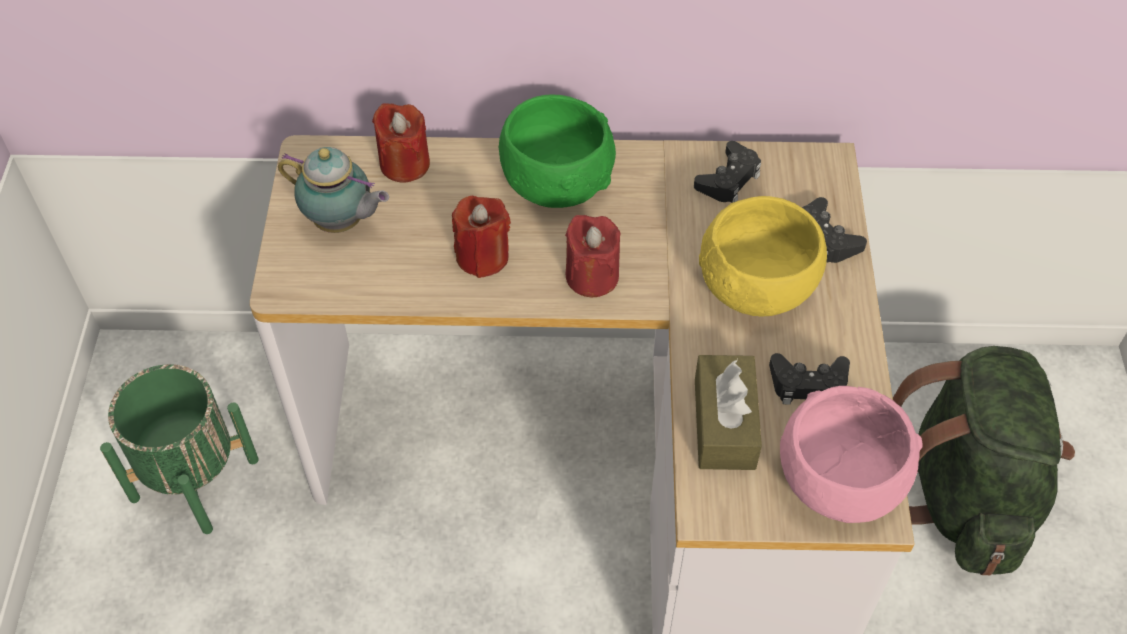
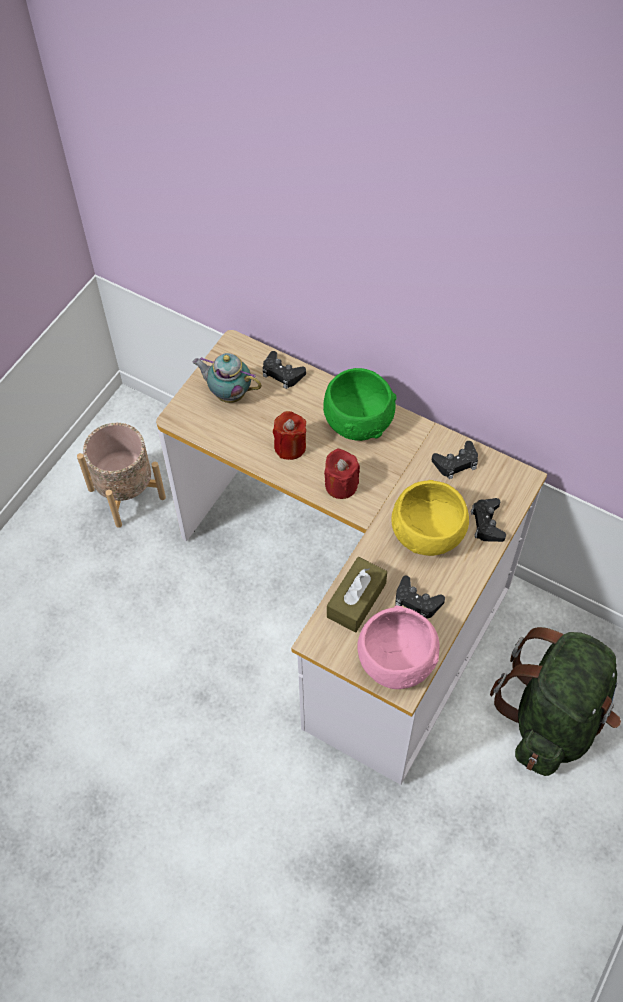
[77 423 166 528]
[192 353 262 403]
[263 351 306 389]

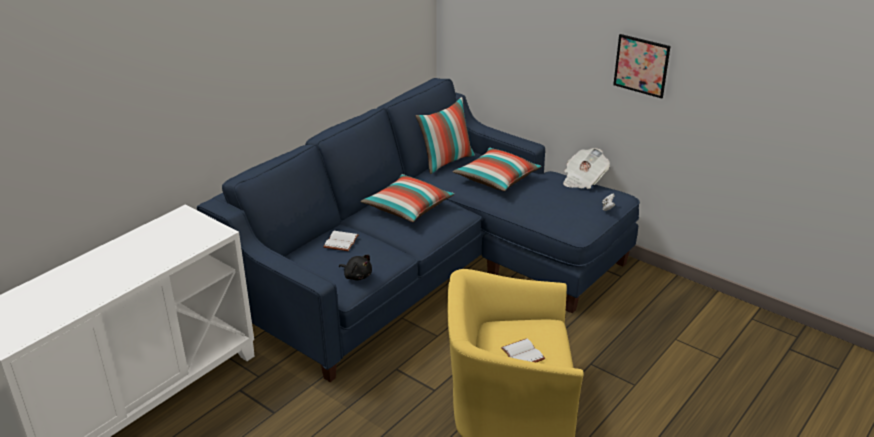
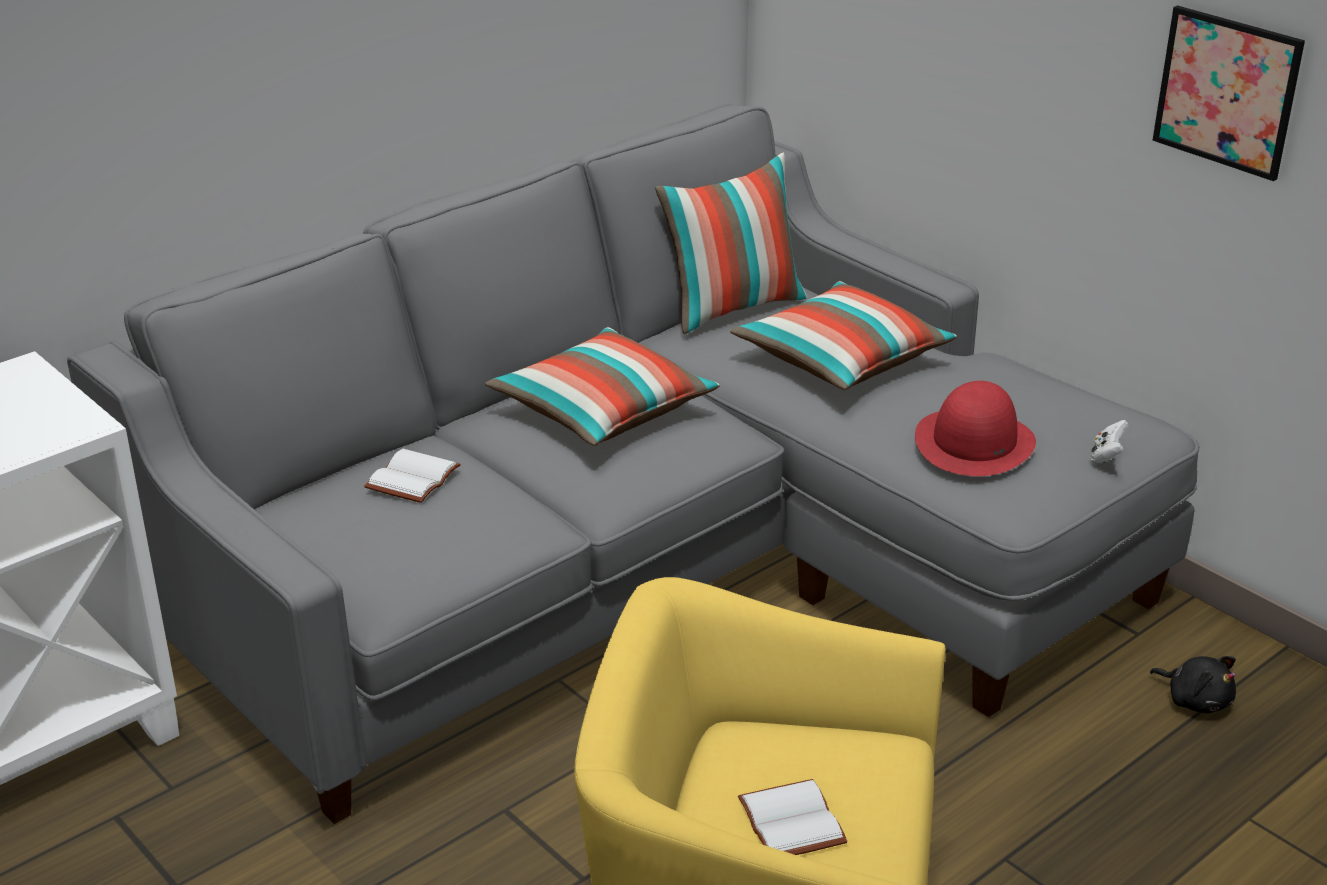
[67 103 1199 824]
[915 381 1036 476]
[1150 656 1236 713]
[563 148 610 189] (first image)

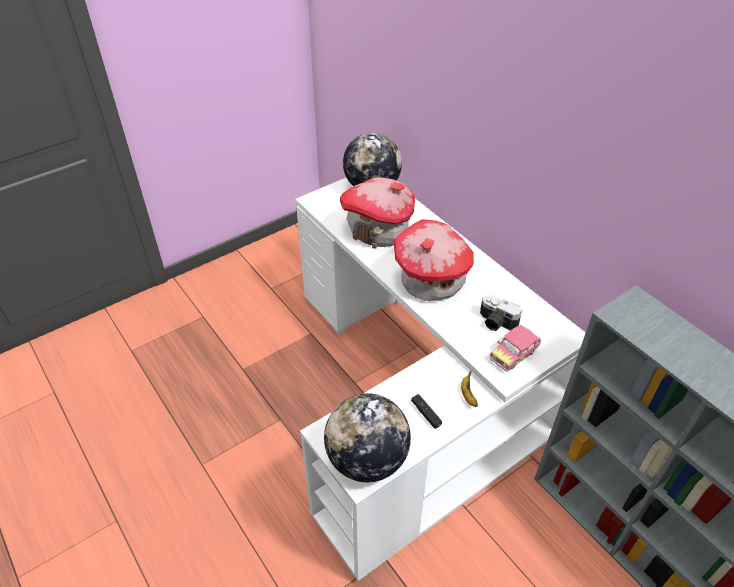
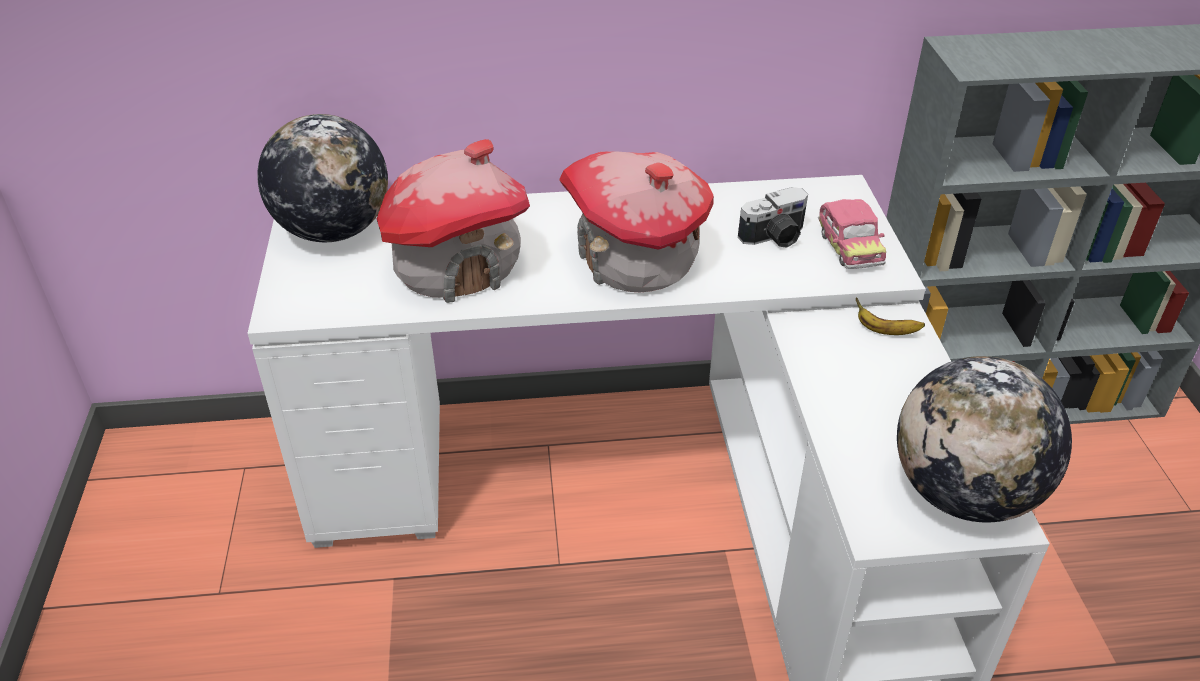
[411 394 442 429] (first image)

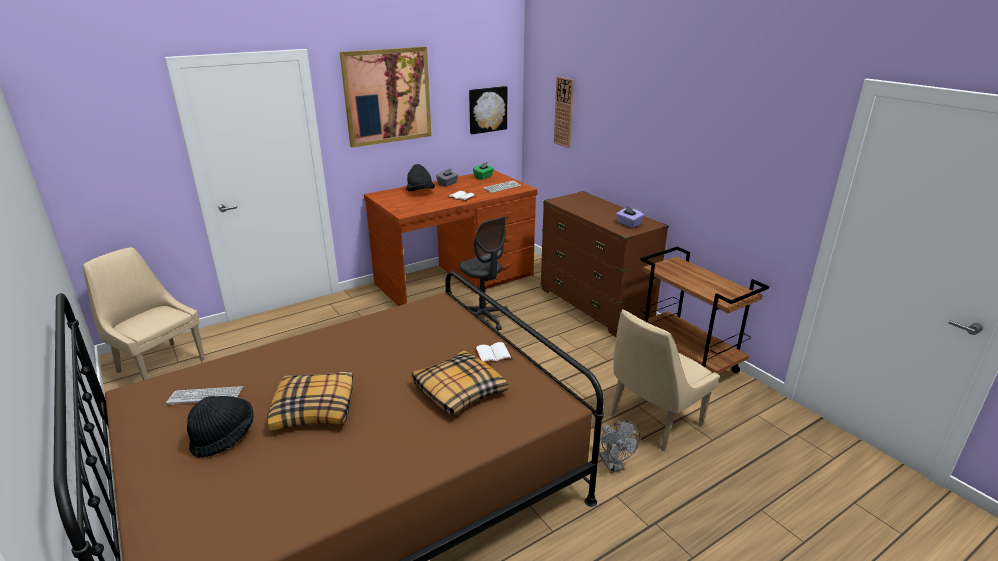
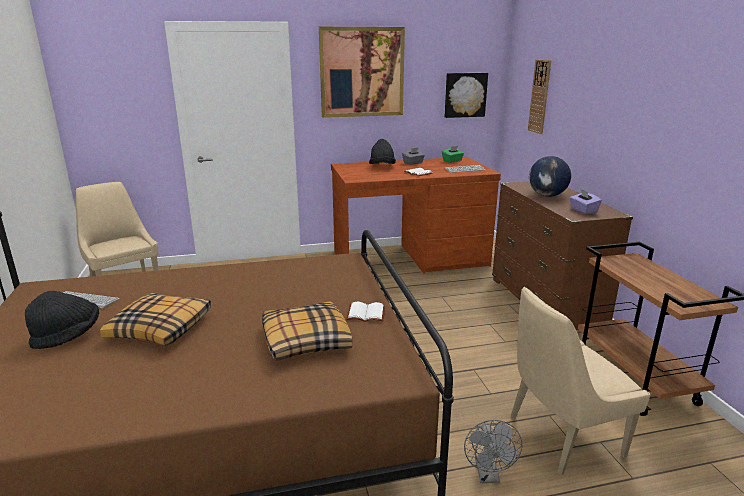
[529 156 571 197]
[460 216 510 331] (first image)

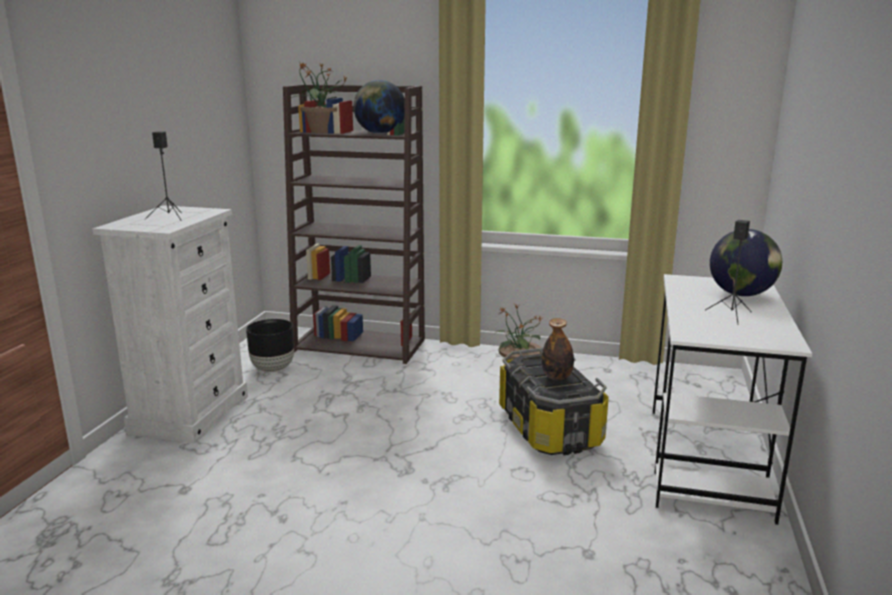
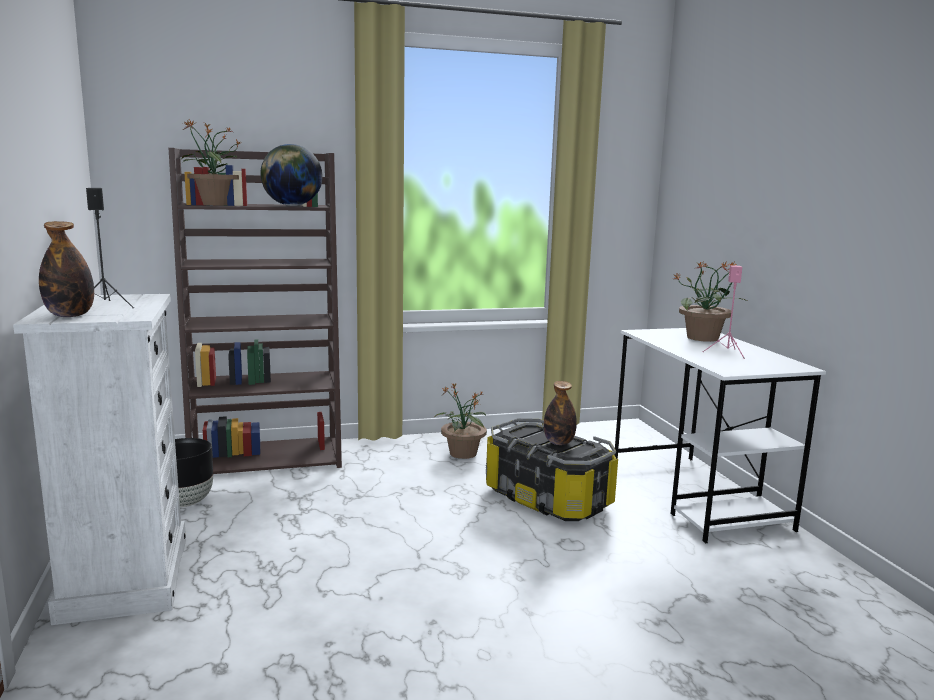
[39 221 94 317]
[674 260 749 342]
[703 265 745 359]

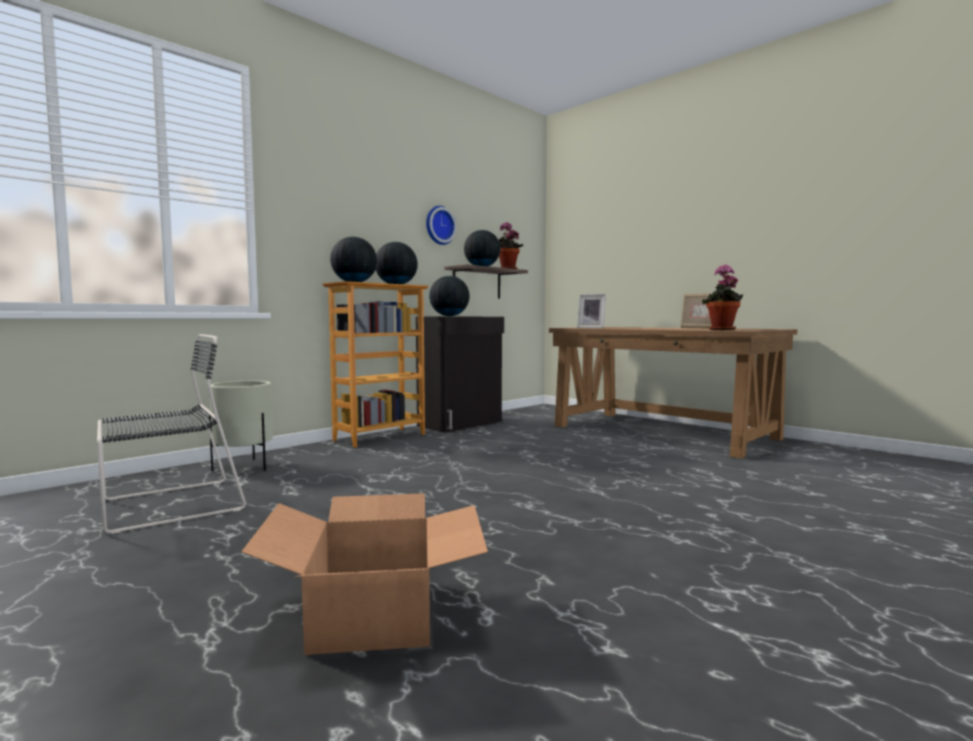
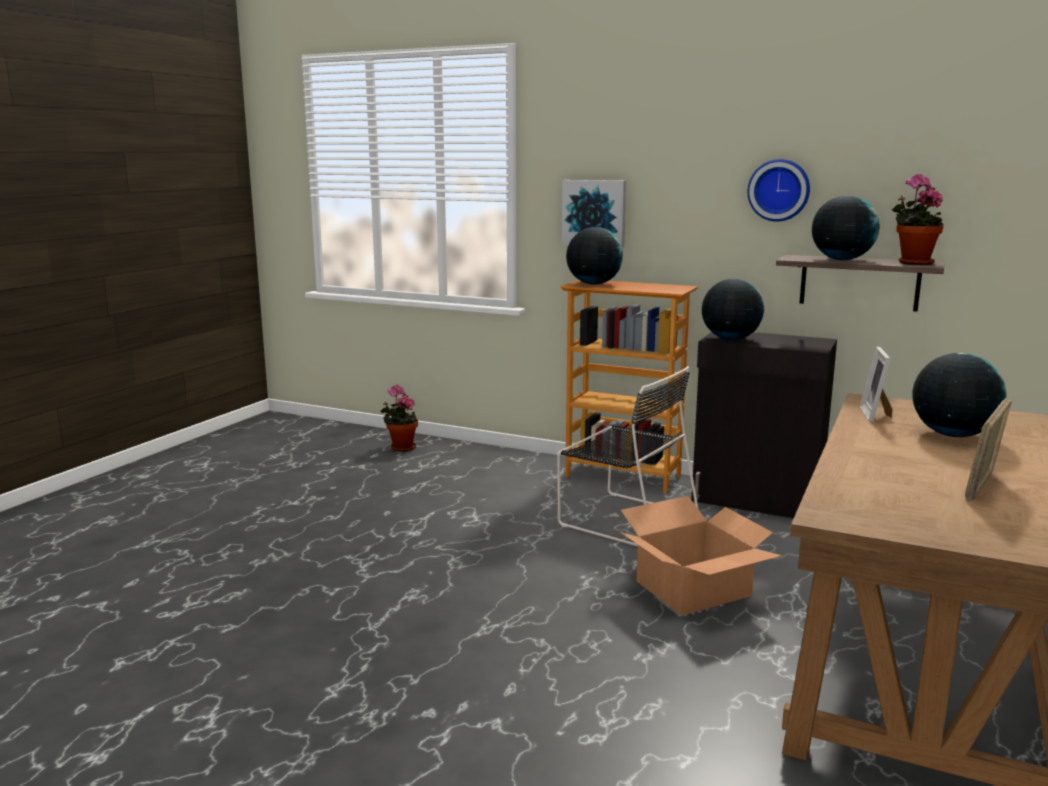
[380 385 418 452]
[557 366 699 547]
[562 180 626 248]
[620 496 782 616]
[912 353 1006 437]
[209 381 273 472] (first image)

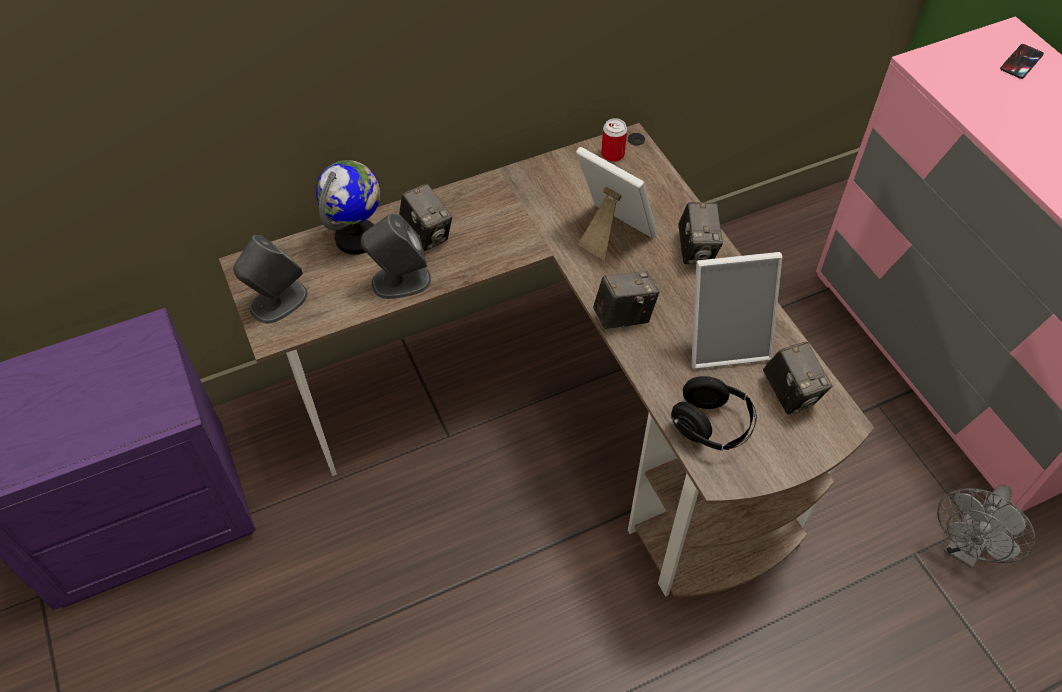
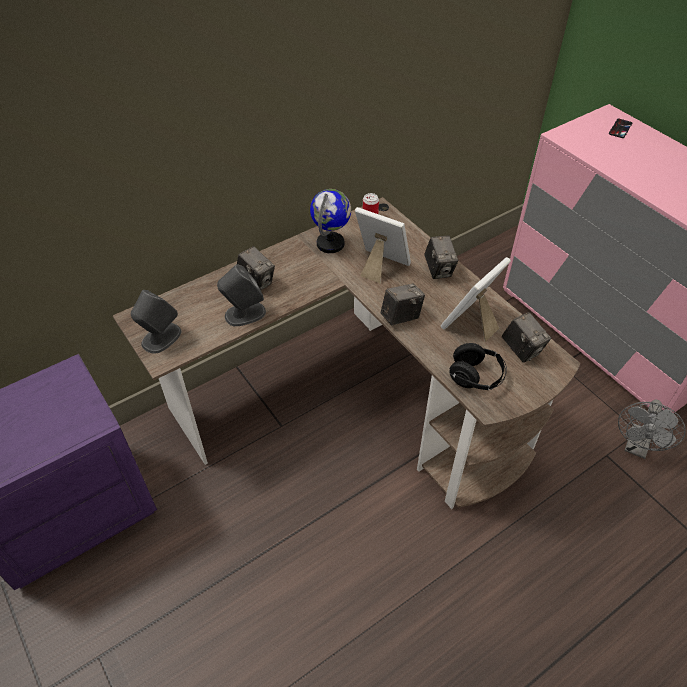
[310 189 351 253]
[441 257 511 342]

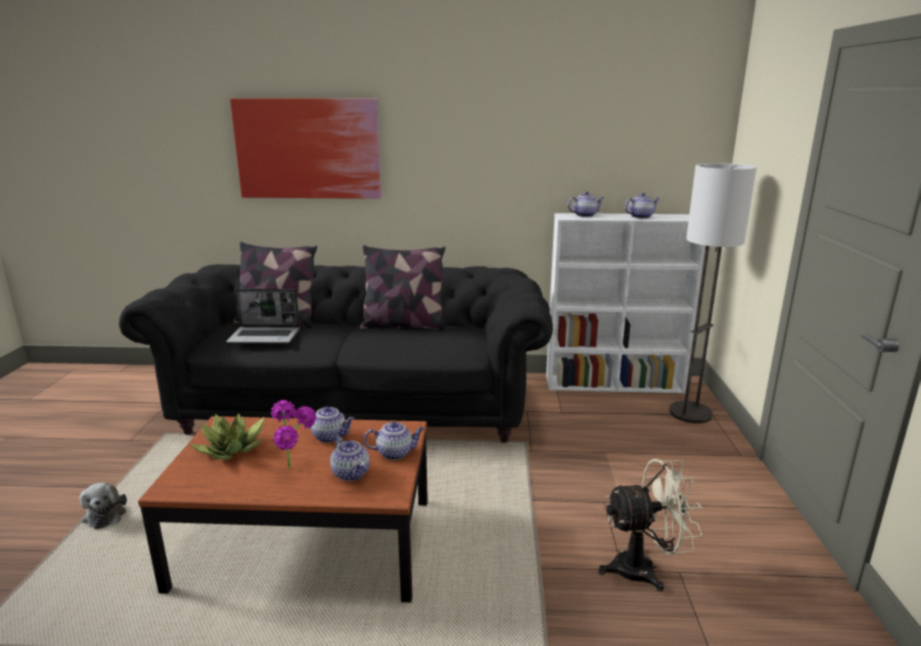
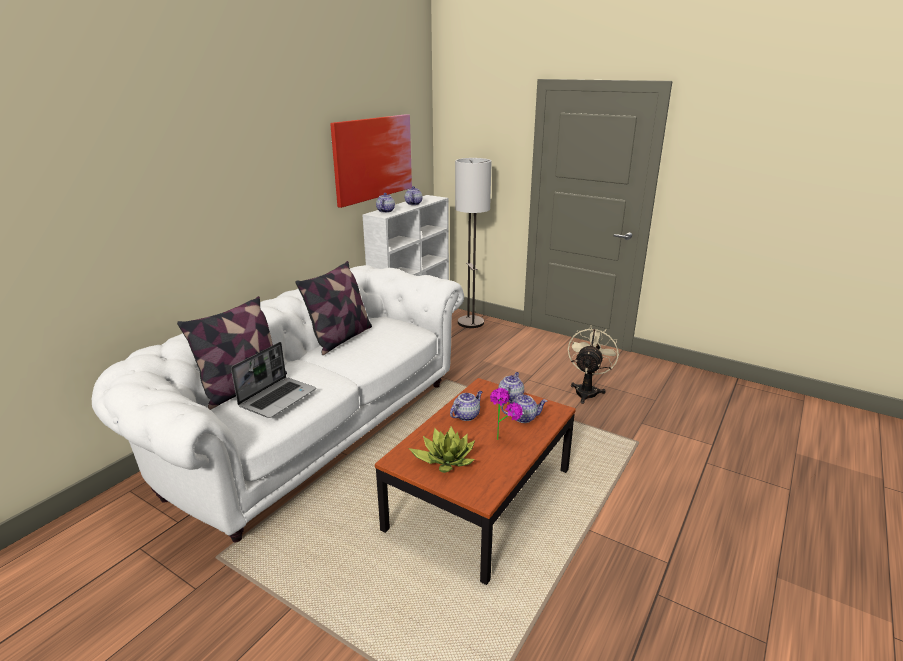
[92 265 464 542]
[330 114 412 208]
[79 483 127 529] (first image)

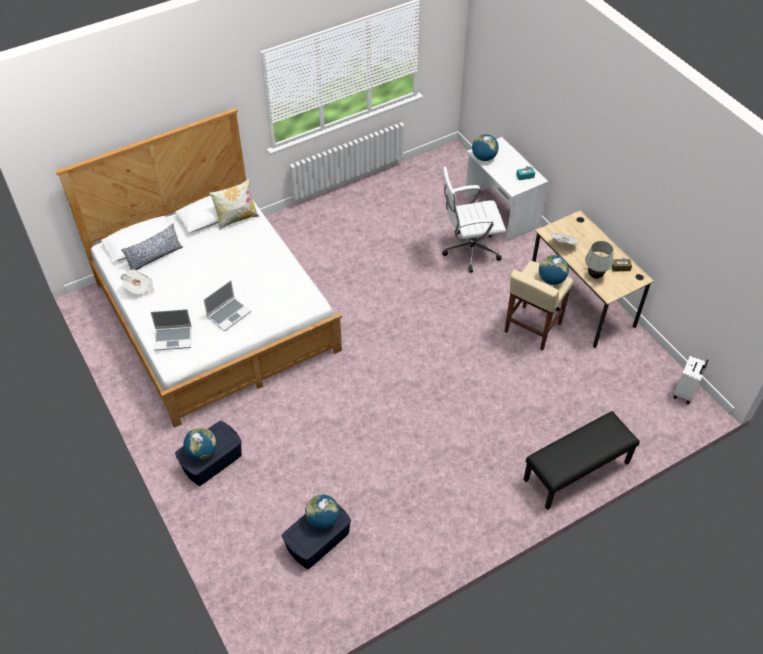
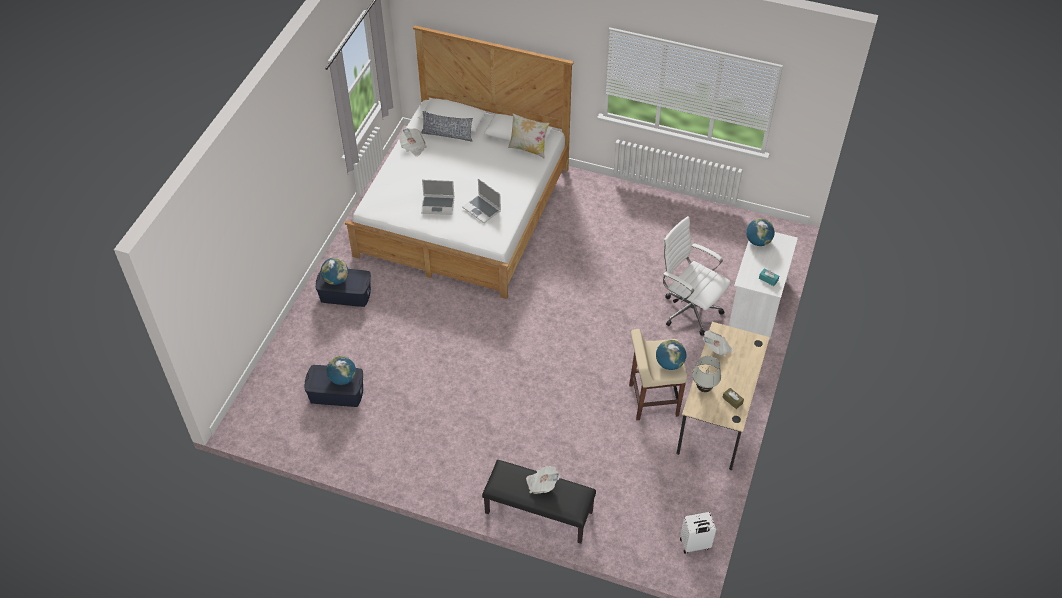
[462 178 501 223]
[526 466 560 494]

